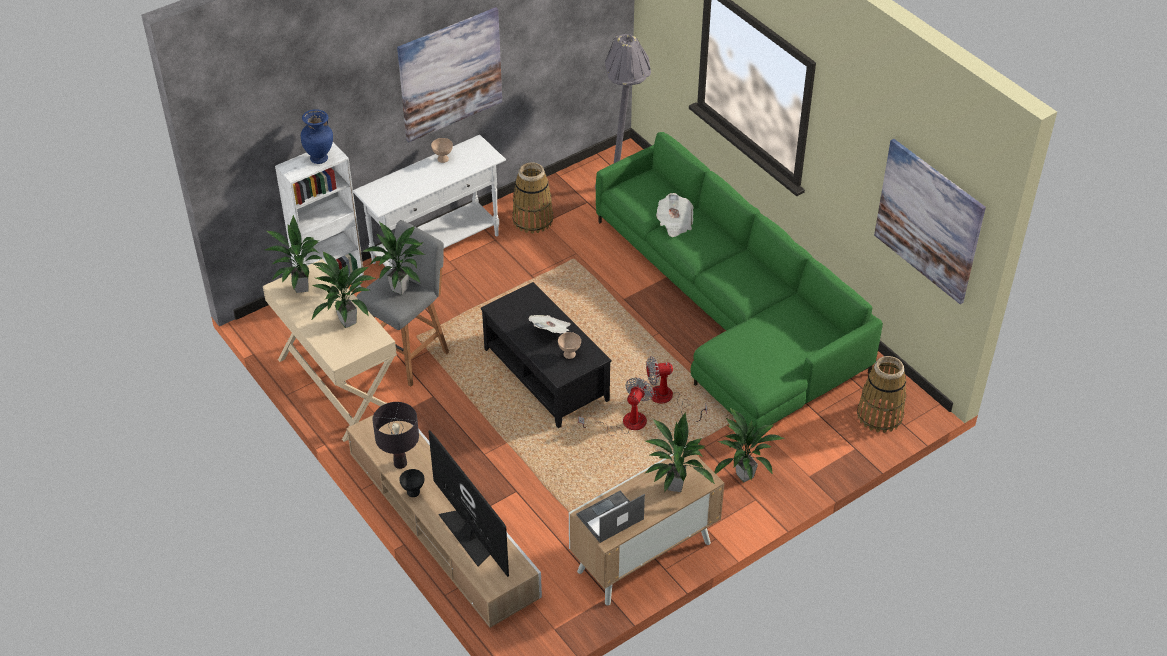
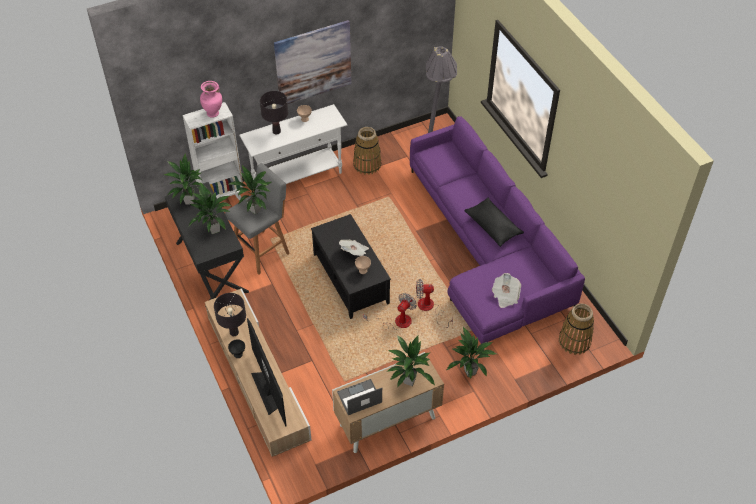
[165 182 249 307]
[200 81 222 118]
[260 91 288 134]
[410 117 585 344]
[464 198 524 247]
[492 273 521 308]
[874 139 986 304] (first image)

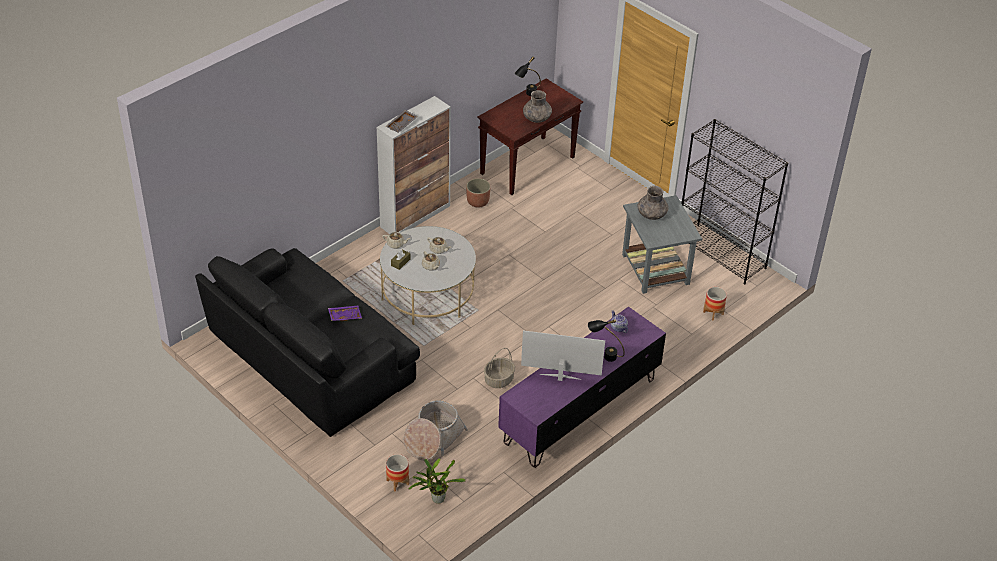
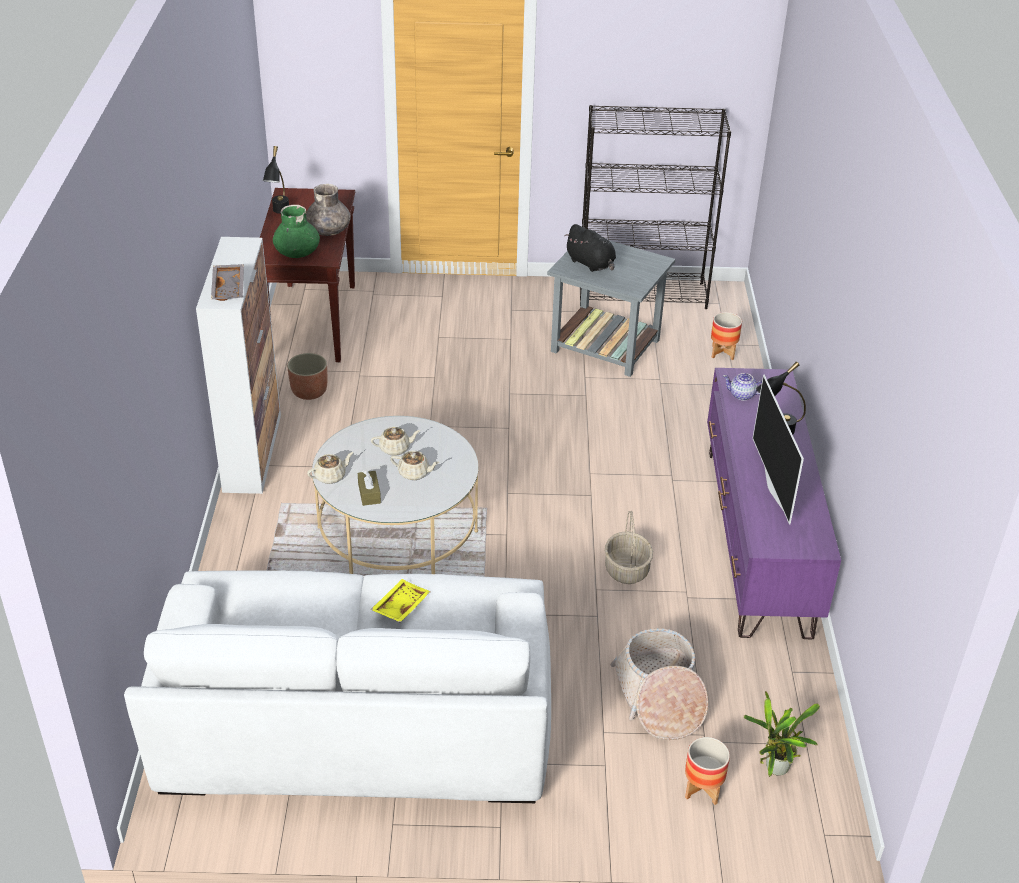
[124 570 551 803]
[273 205 320 258]
[370 579 431 622]
[564 224 616 272]
[752 375 804 524]

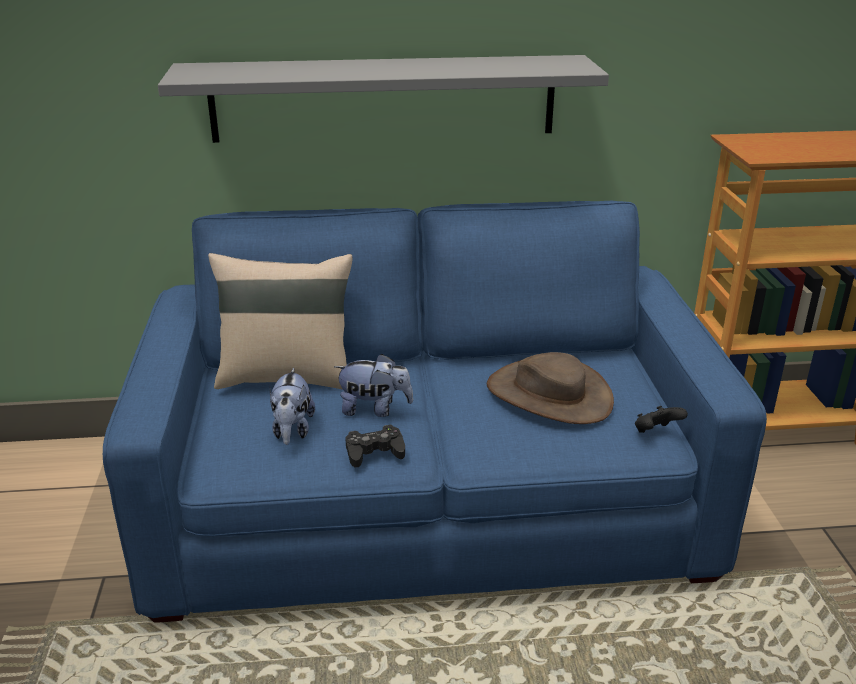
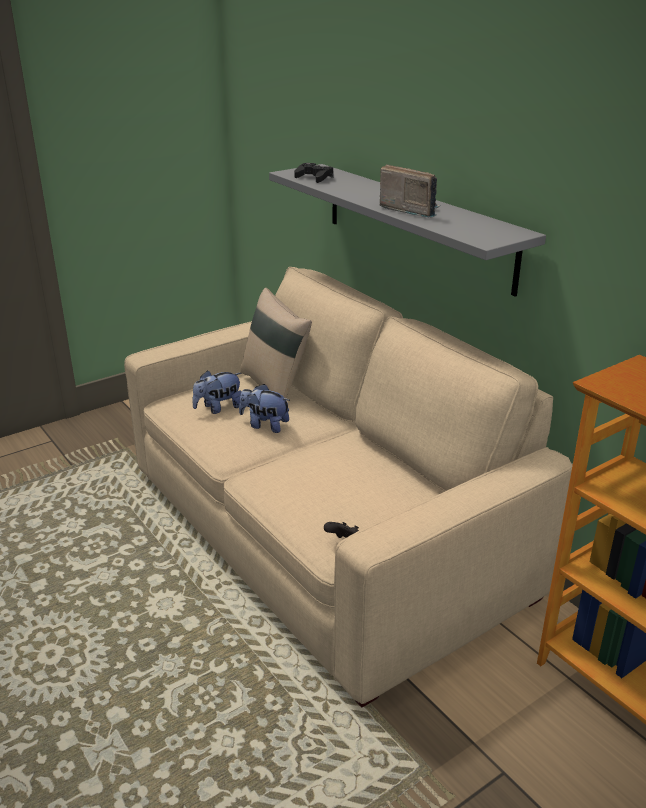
[124 267 573 707]
[239 384 290 433]
[294 163 334 183]
[380 164 441 218]
[487 352 614 424] (first image)

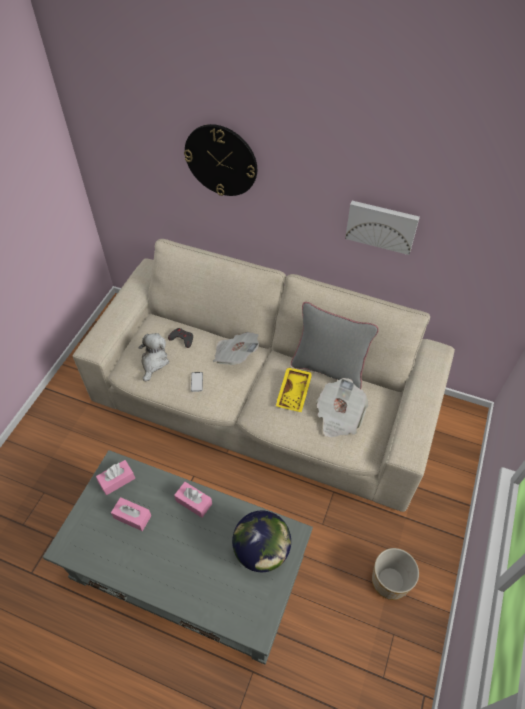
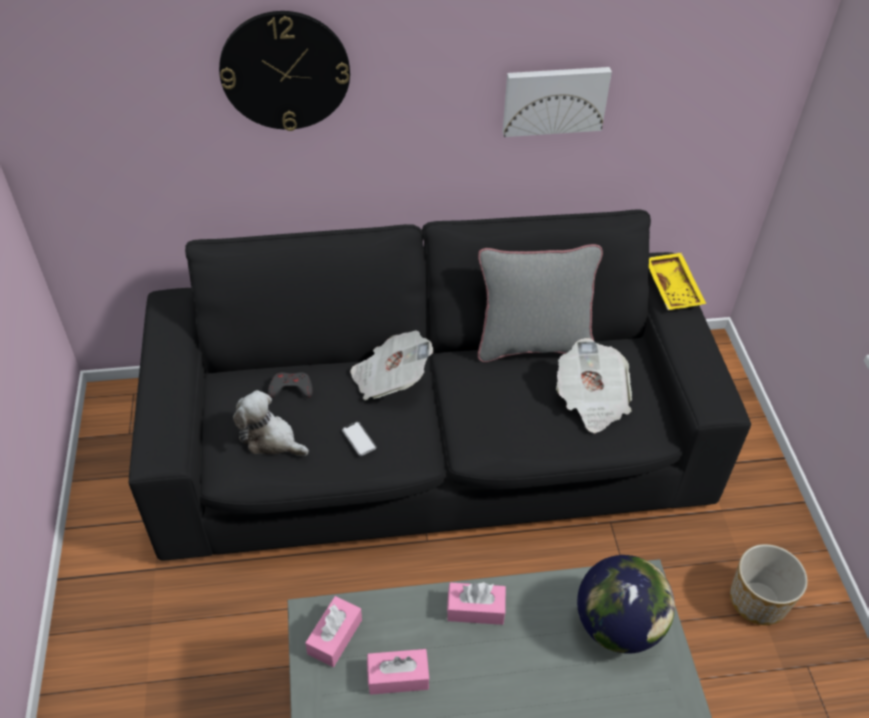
[129 210 751 561]
[233 390 309 456]
[649 253 706 310]

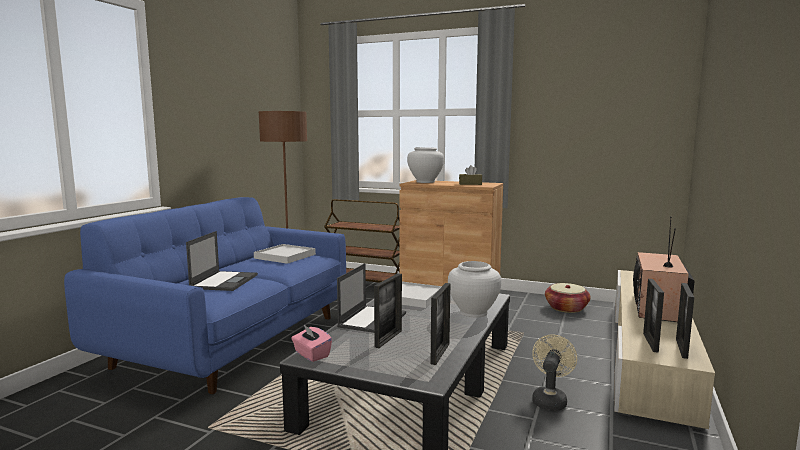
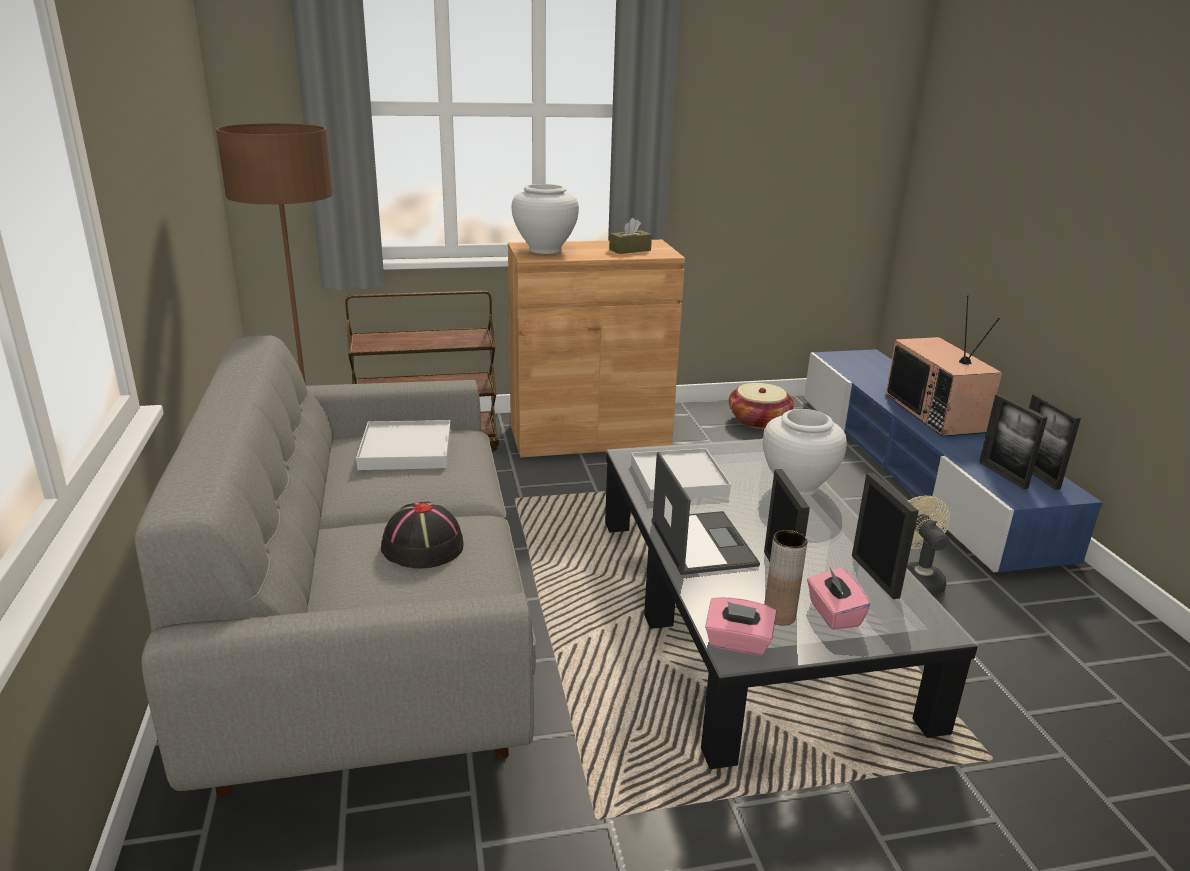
[135 336 536 797]
[381 502 464 568]
[764 530 808 626]
[804 349 1103 573]
[807 566 871 630]

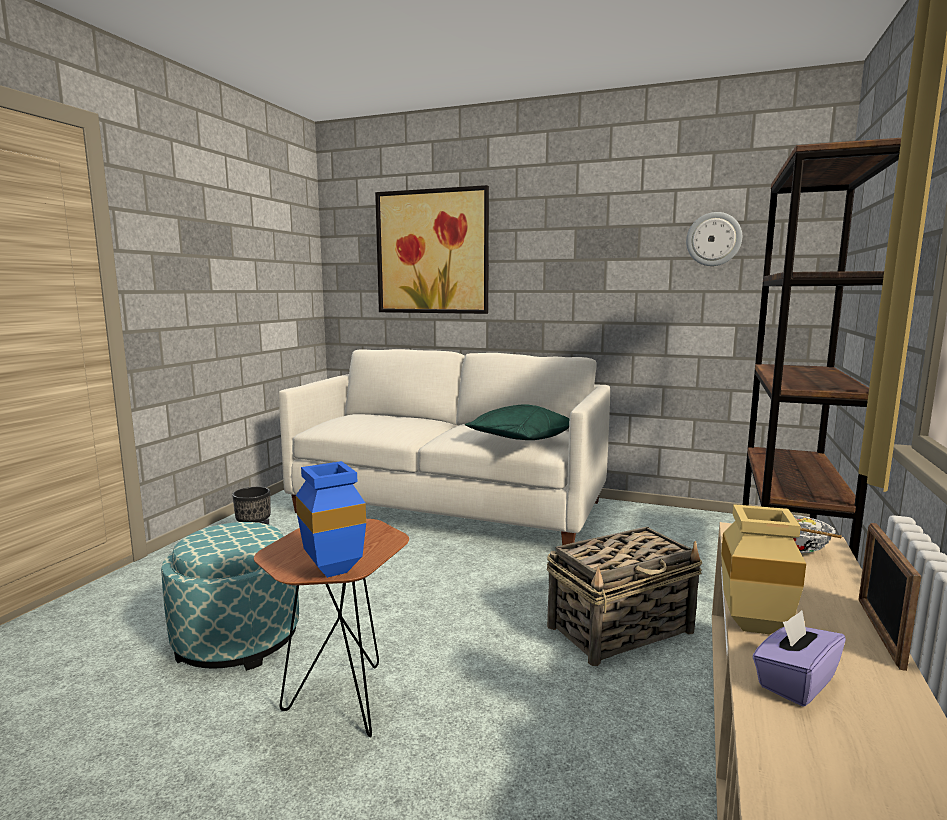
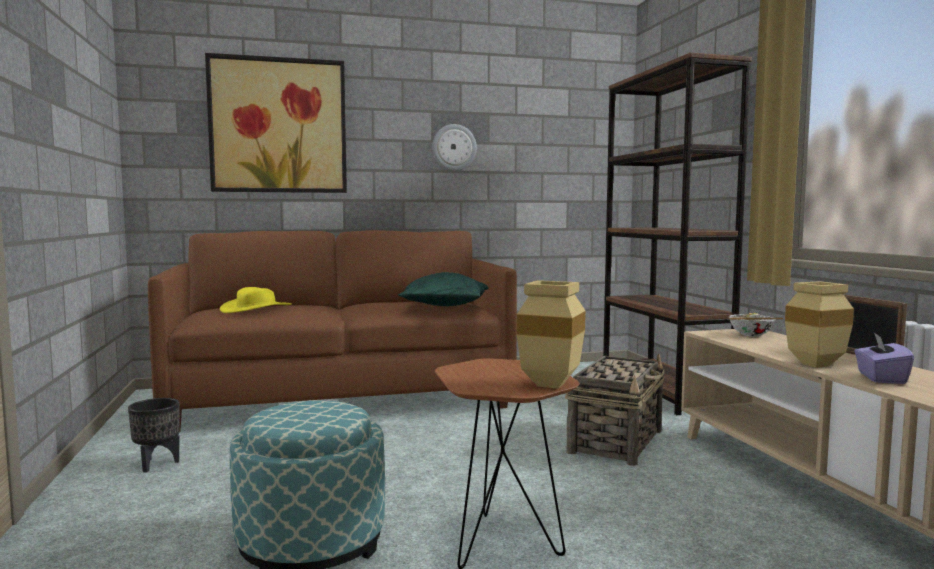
[148 230 517 433]
[220 287 292 313]
[432 124 477 171]
[516 280 586 389]

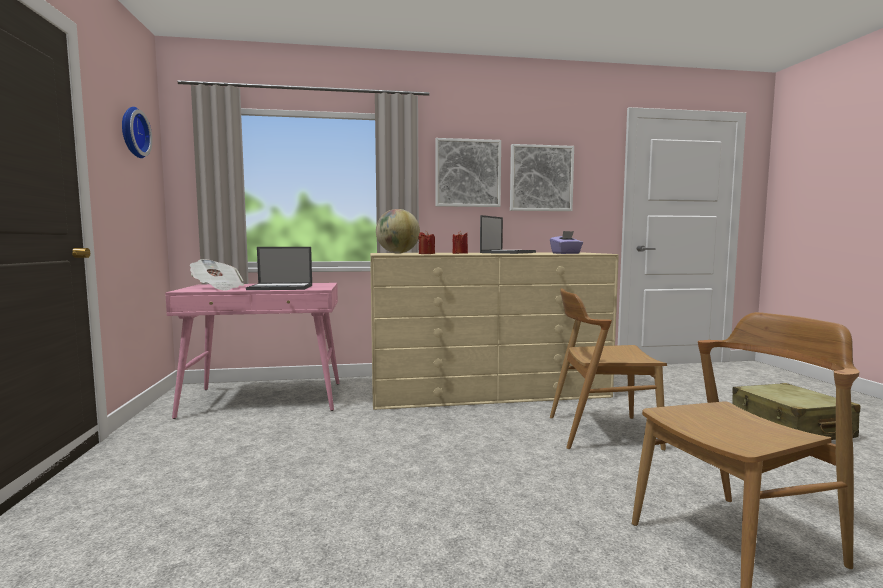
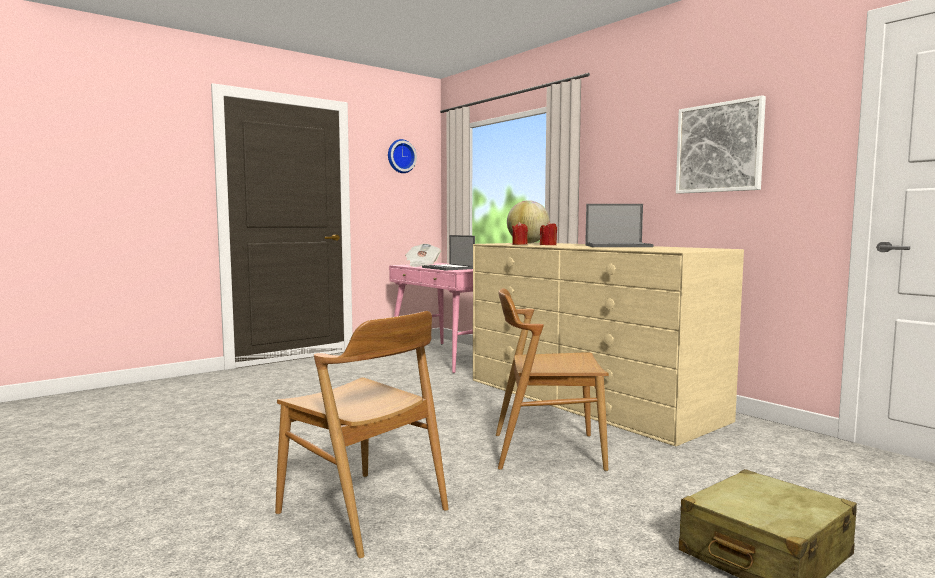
[496 288 609 471]
[435 138 501 207] (first image)
[550 231 583 254] (first image)

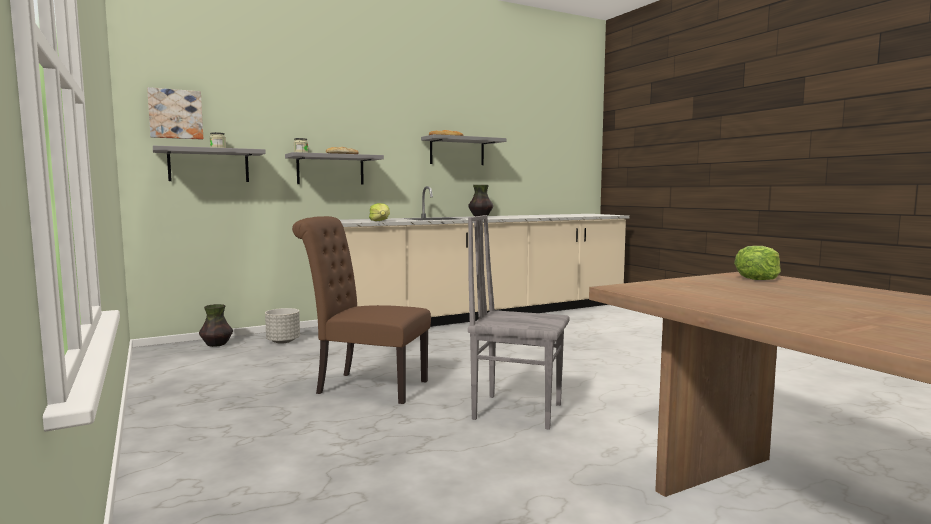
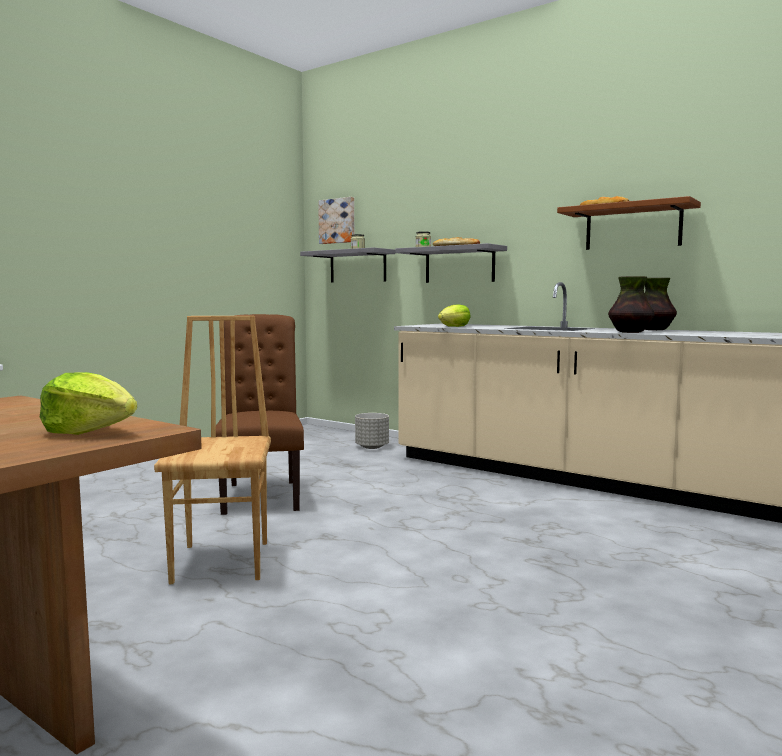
[154 316 271 584]
[557 196 701 250]
[608 276 654 333]

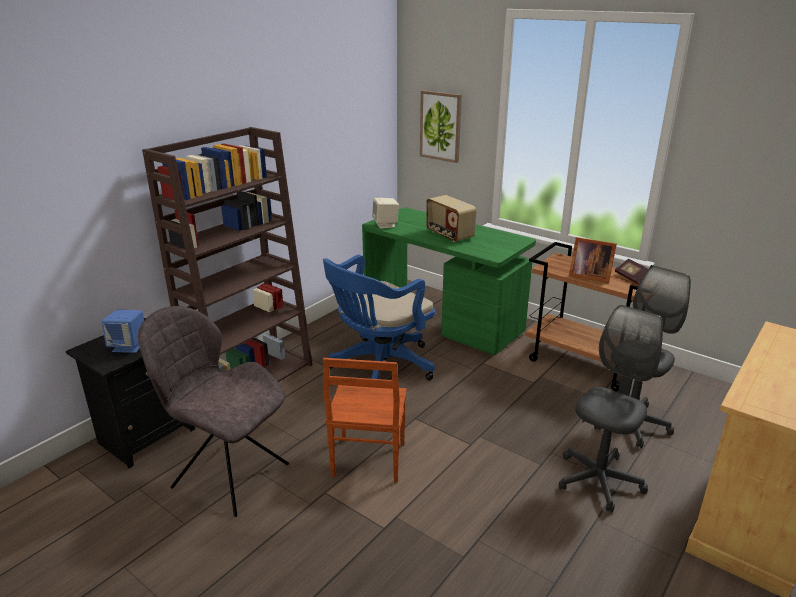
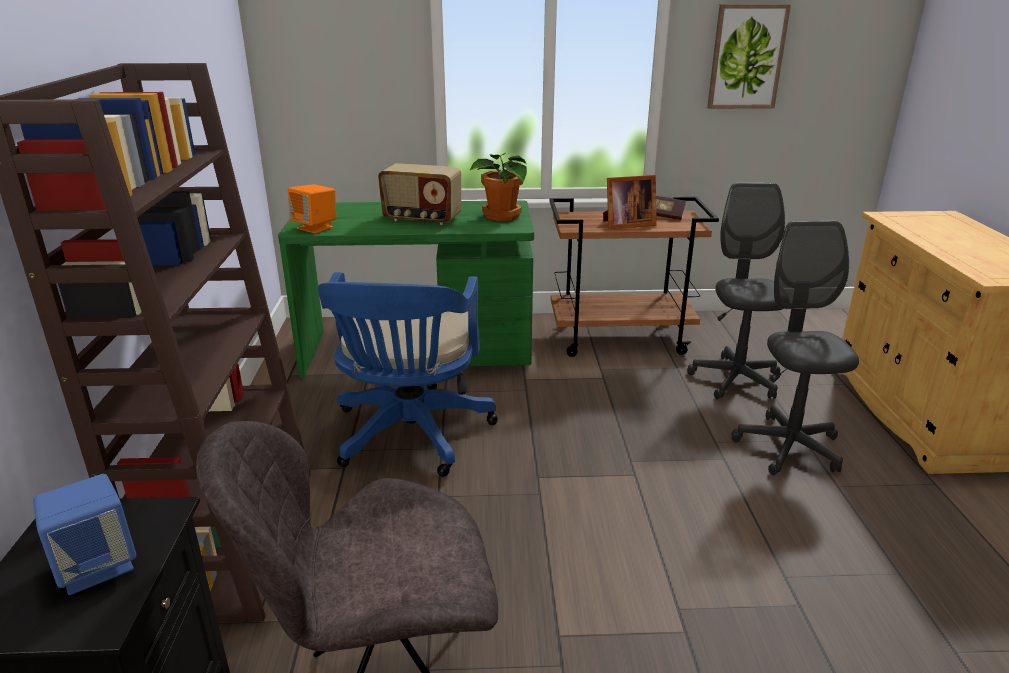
[288 184 336 234]
[470 153 527 221]
[707 4 791 109]
[323 358 407 483] (first image)

